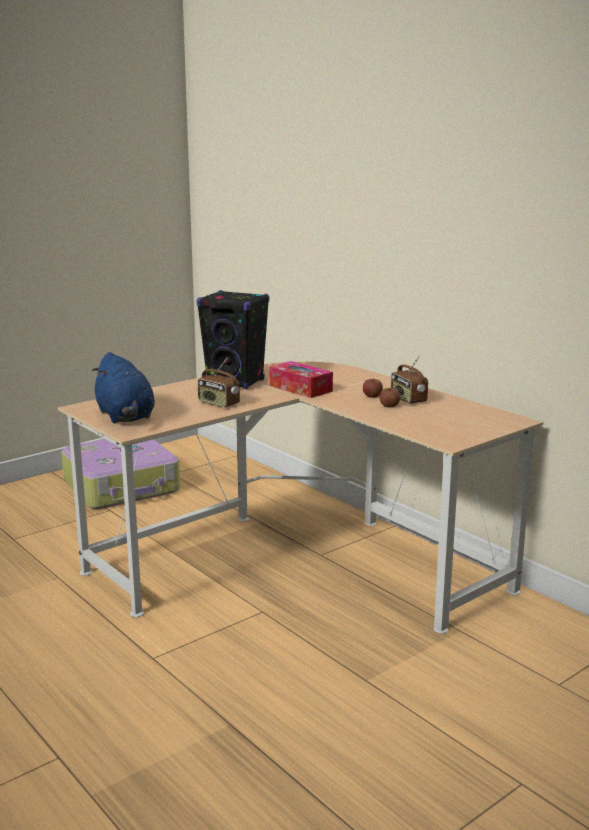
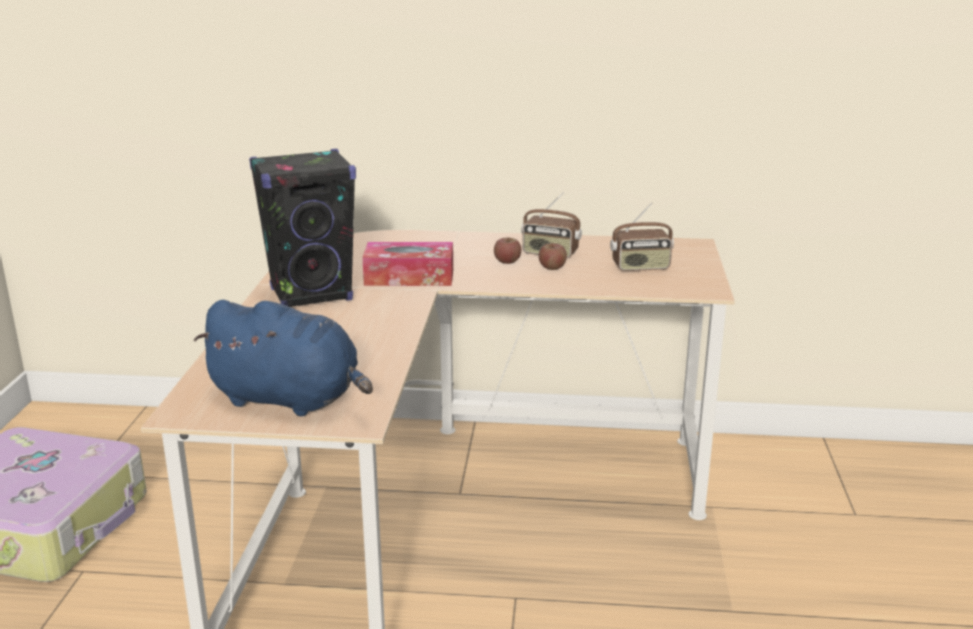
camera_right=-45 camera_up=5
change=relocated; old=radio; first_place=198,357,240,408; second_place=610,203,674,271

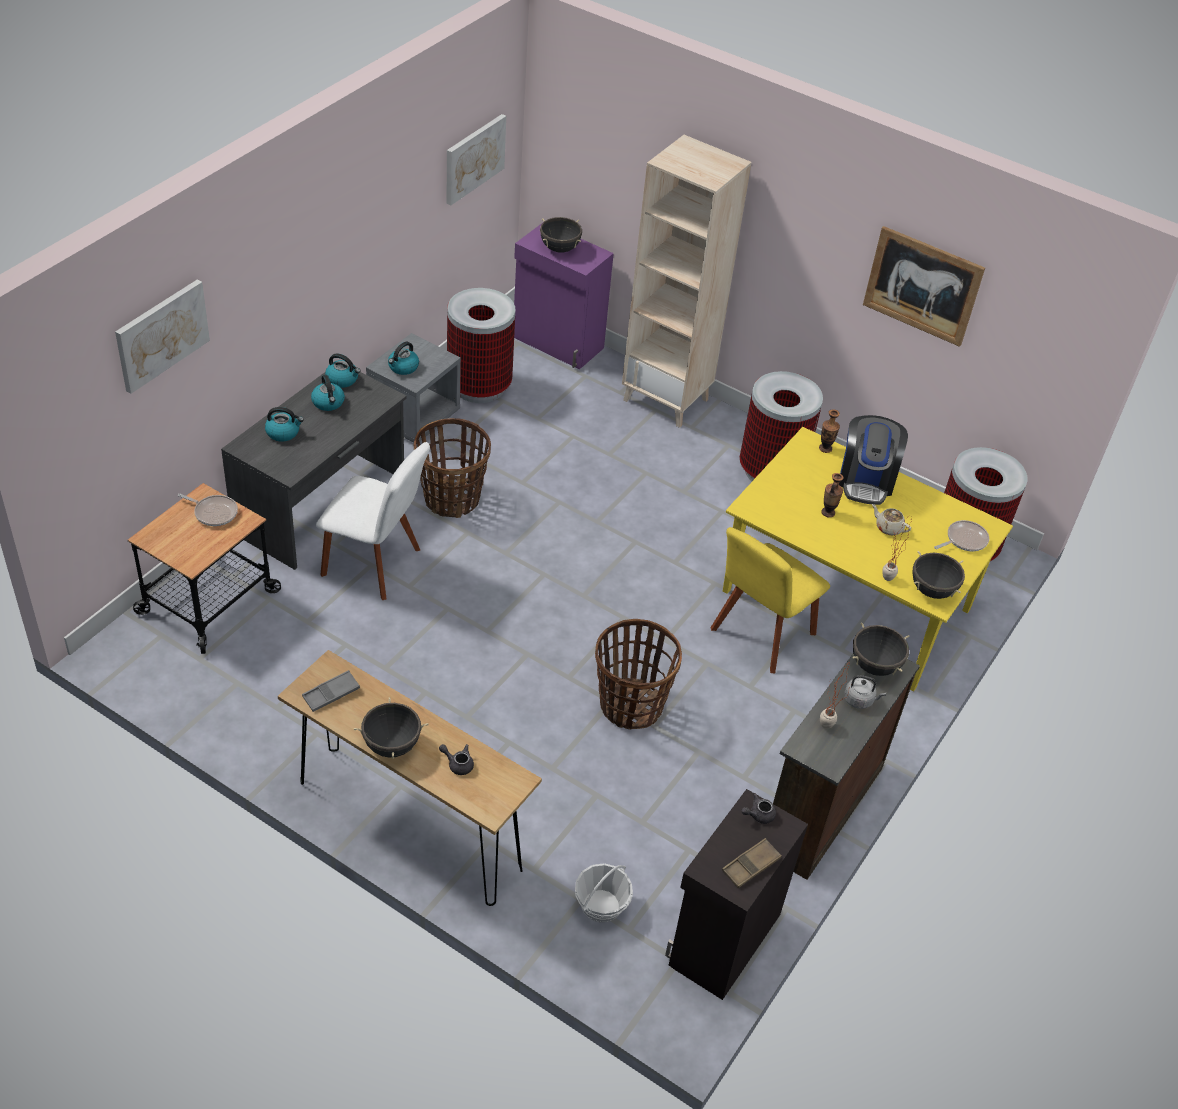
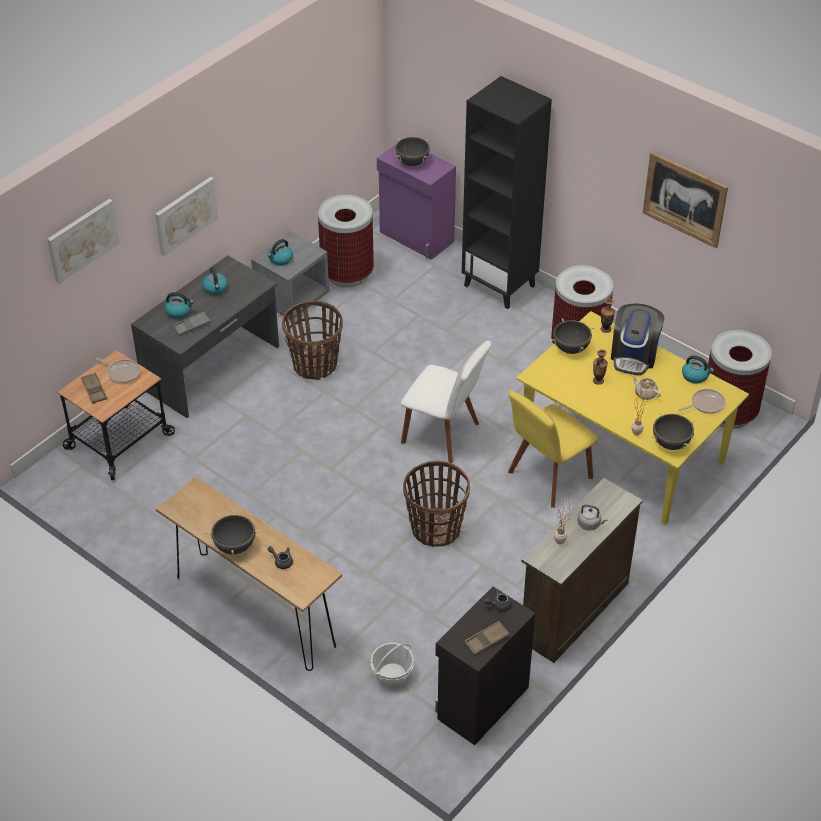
camera_right=10 camera_up=0
change=relocated; old=picture; first_place=446,114,506,205; second_place=155,177,218,256
change=colour; old=beige bookcase; new=black bookcase; first_place=622,135,752,428; second_place=462,76,552,309
change=relocated; old=kettle; first_place=325,353,361,388; second_place=682,355,714,384
change=relocated; old=white chair; first_place=316,442,430,600; second_place=400,340,491,463
change=relocated; old=black cooking pot; first_place=852,622,910,676; second_place=551,319,594,354
change=relocated; old=grey tray; first_place=302,670,360,712; second_place=173,312,210,336
change=appeared; new=brown tray; second_place=81,373,107,404

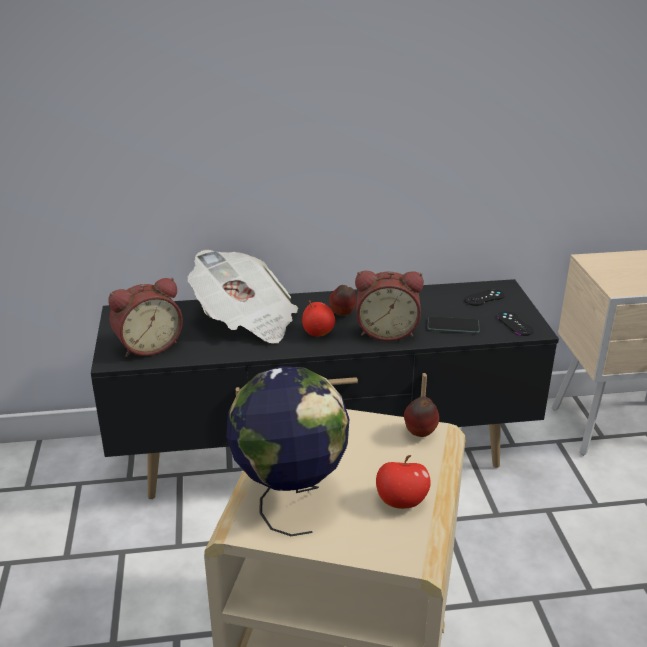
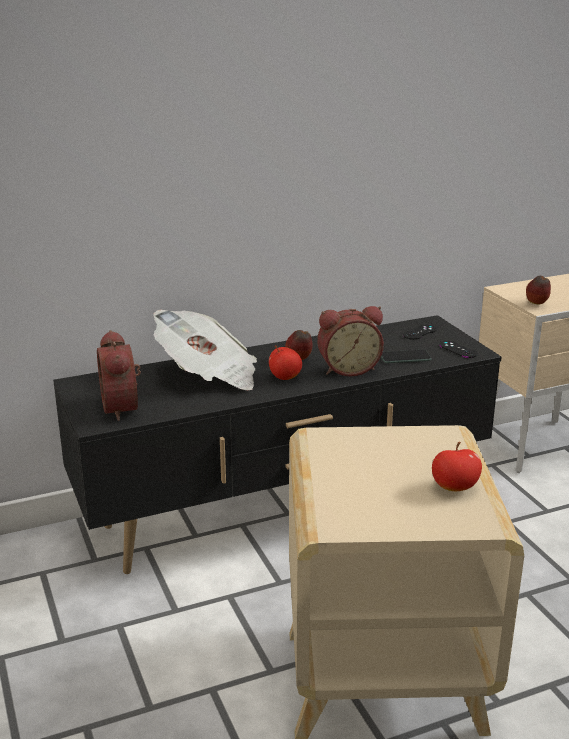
camera_right=-15 camera_up=-5
change=spun; old=alarm clock; first_place=108,278,183,357; second_place=97,330,141,421; degrees=120
change=missing; old=globe; first_place=226,366,349,536
change=relocated; old=apple; first_place=404,396,439,437; second_place=526,276,551,304

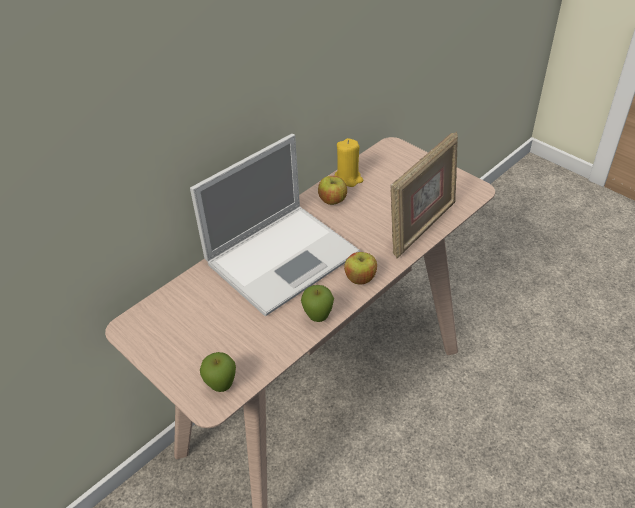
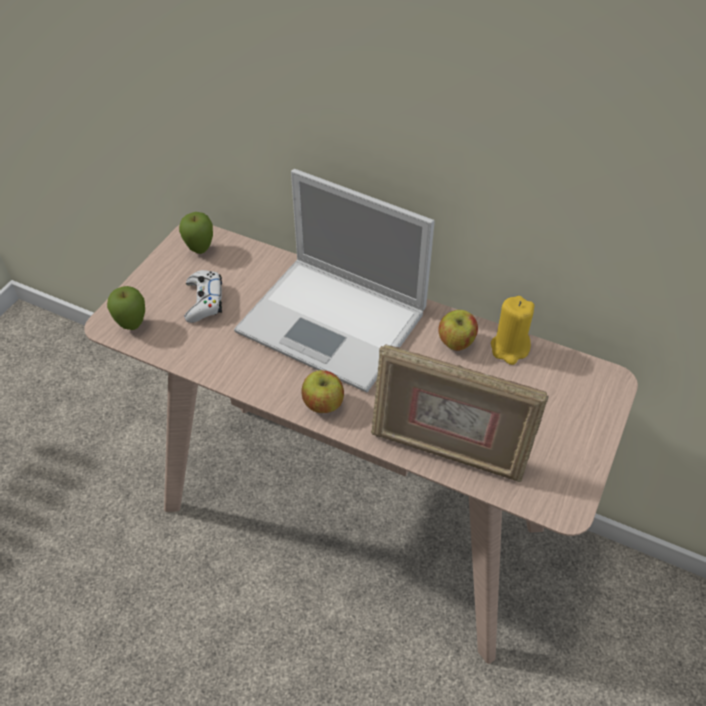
camera_right=70 camera_up=5
change=relocated; old=apple; first_place=301,285,334,322; second_place=179,212,213,254
change=appeared; new=white game controller; second_place=185,270,222,323

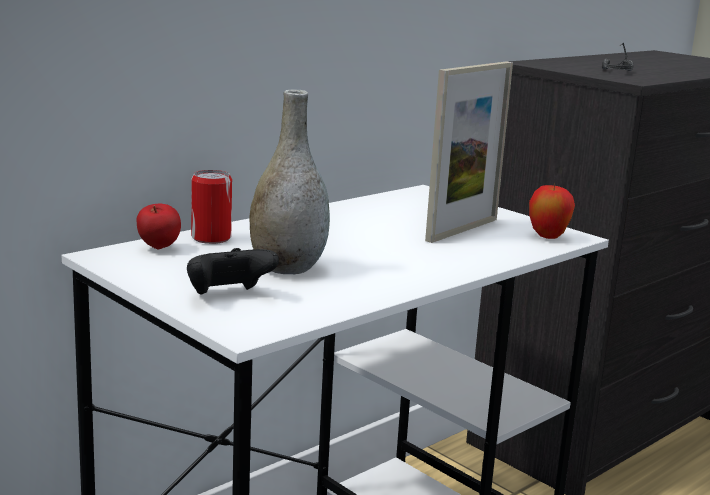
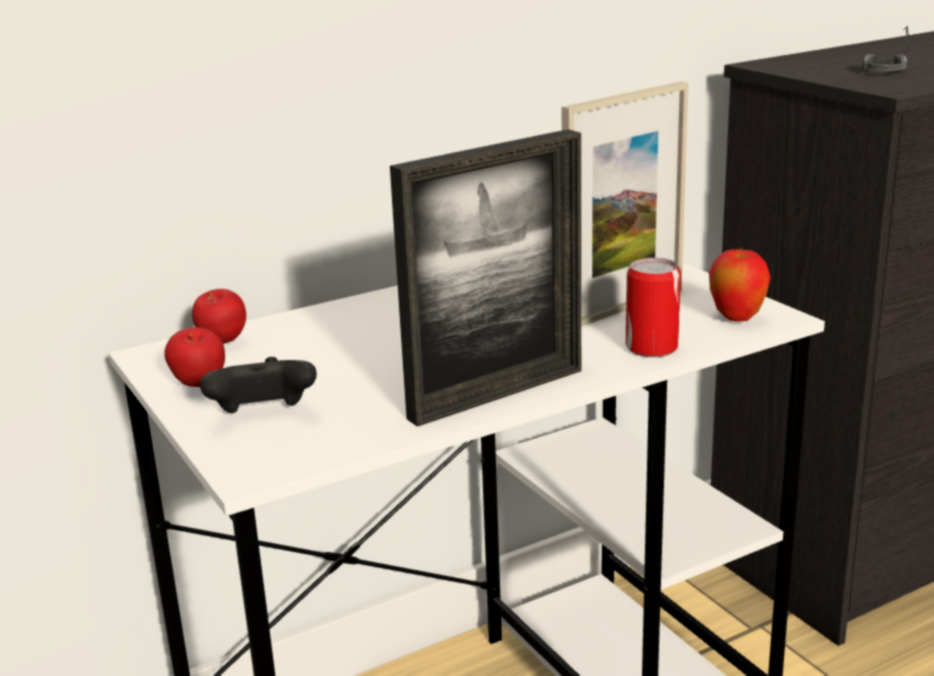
camera_right=15 camera_up=5
change=missing; old=grey vase; first_place=249,90,330,274
change=relocated; old=can; first_place=191,170,232,244; second_place=626,258,681,357
change=appeared; new=picture frame; second_place=390,129,581,427
change=appeared; new=apple; second_place=164,327,225,387

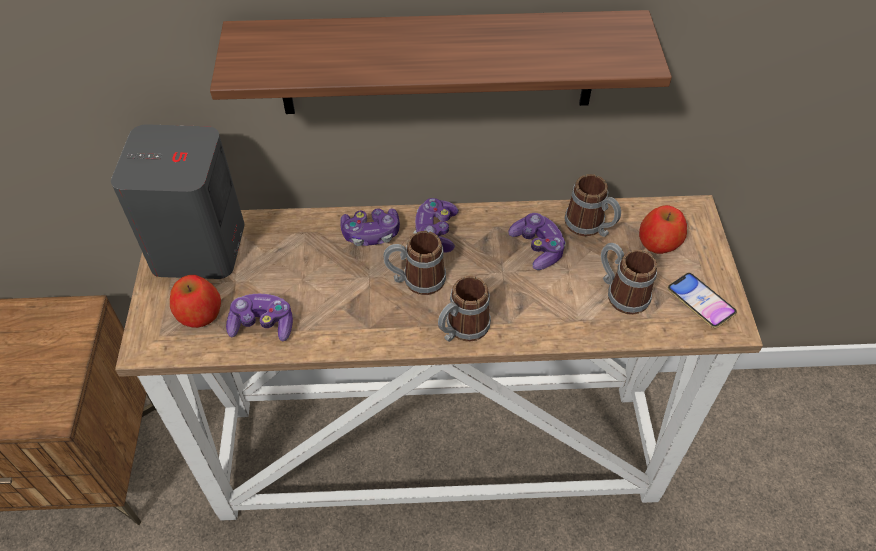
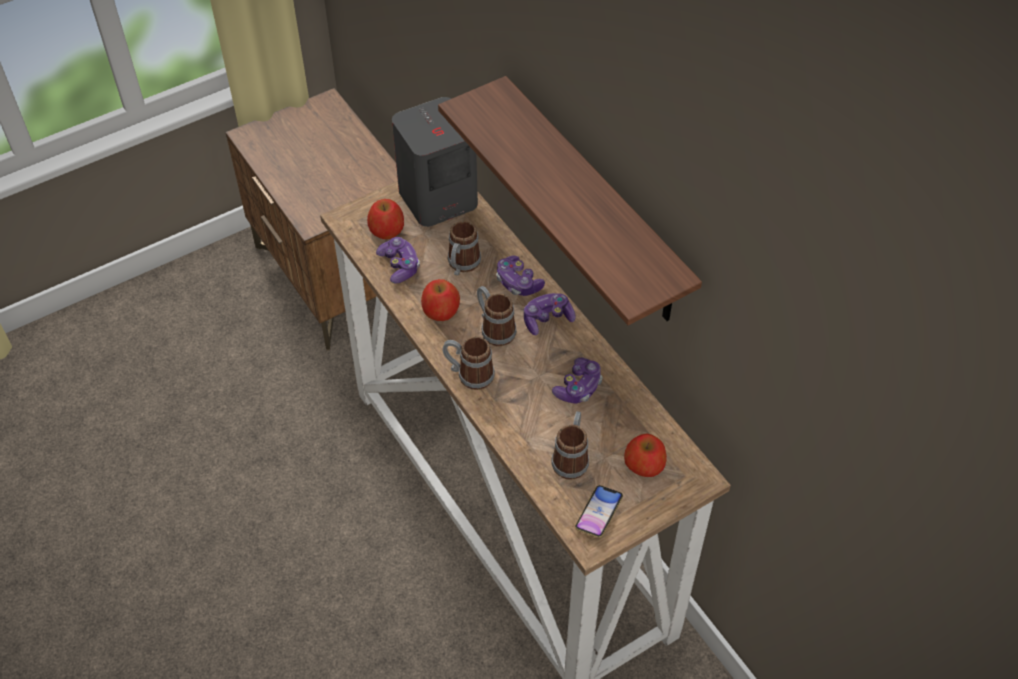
camera_right=60 camera_up=0
change=relocated; old=mug; first_place=564,174,621,237; second_place=448,221,481,276
change=appeared; new=apple; second_place=421,279,460,321

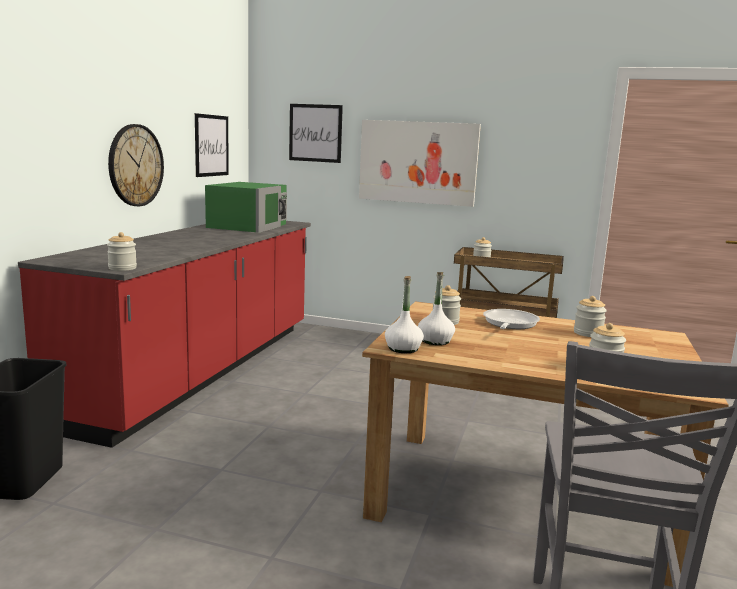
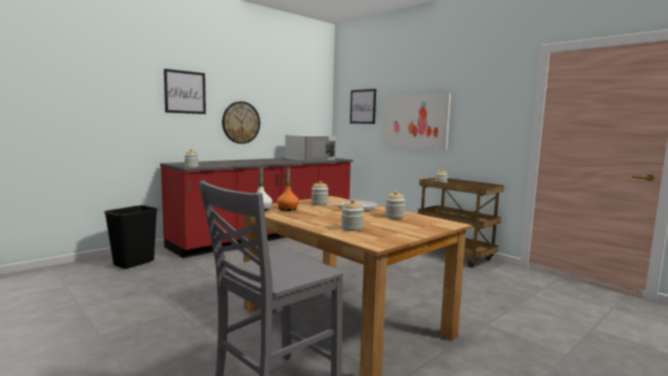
camera_right=30 camera_up=-5
change=relocated; old=picture; first_place=195,113,229,177; second_place=164,69,206,114
change=colour; old=green microwave; new=white microwave; first_place=205,182,287,233; second_place=285,135,336,161
change=colour; old=white bottle; new=orange bottle; first_place=418,272,455,345; second_place=277,167,299,211

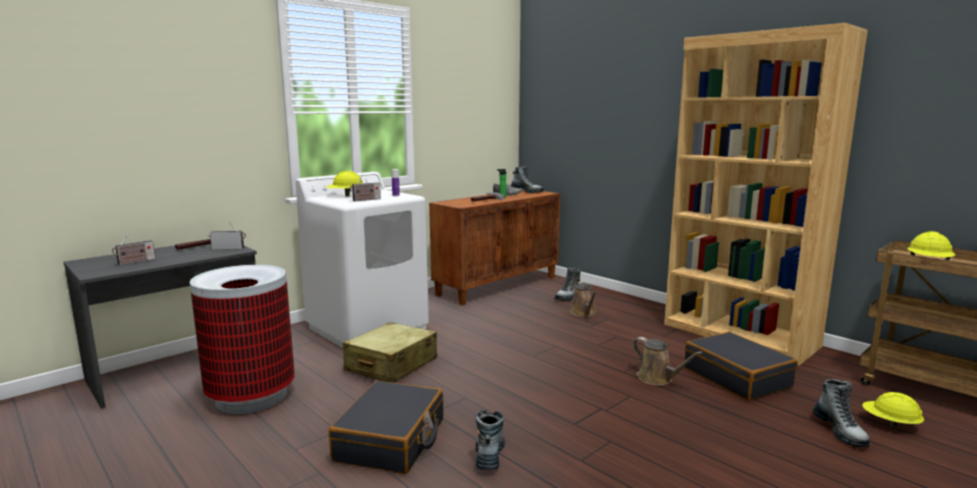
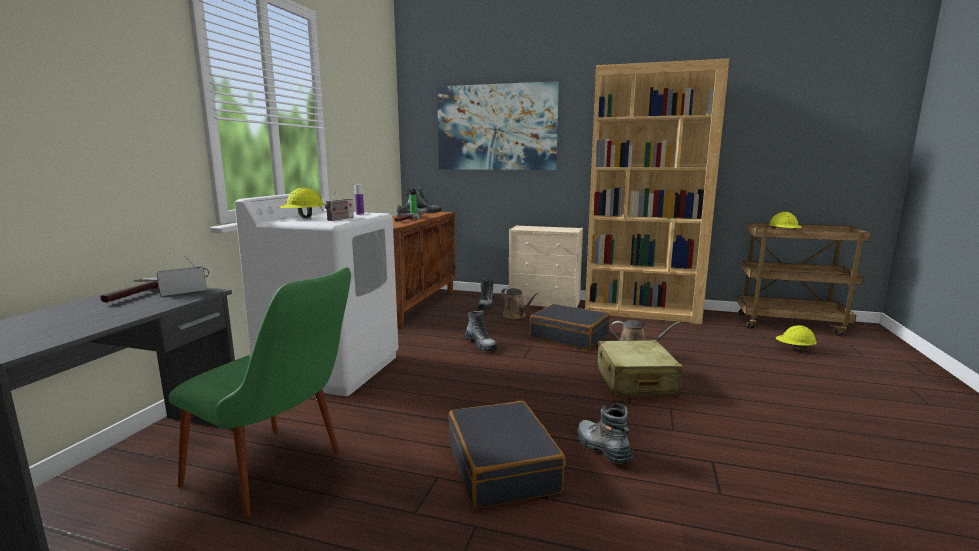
camera_right=-30 camera_up=0
change=missing; old=radio; first_place=112,234,155,265
change=exchanged; old=trash can; new=green chair; first_place=190,265,295,414; second_place=168,267,351,518
change=relocated; old=beige suitcase; first_place=343,322,437,383; second_place=597,340,683,397
change=relocated; old=black suitcase; first_place=684,332,798,400; second_place=530,304,610,350
change=relocated; old=boot; first_place=813,379,870,447; second_place=465,311,498,351
change=appeared; new=picture; second_place=437,81,559,170
change=appeared; new=beige dresser; second_place=509,225,583,308

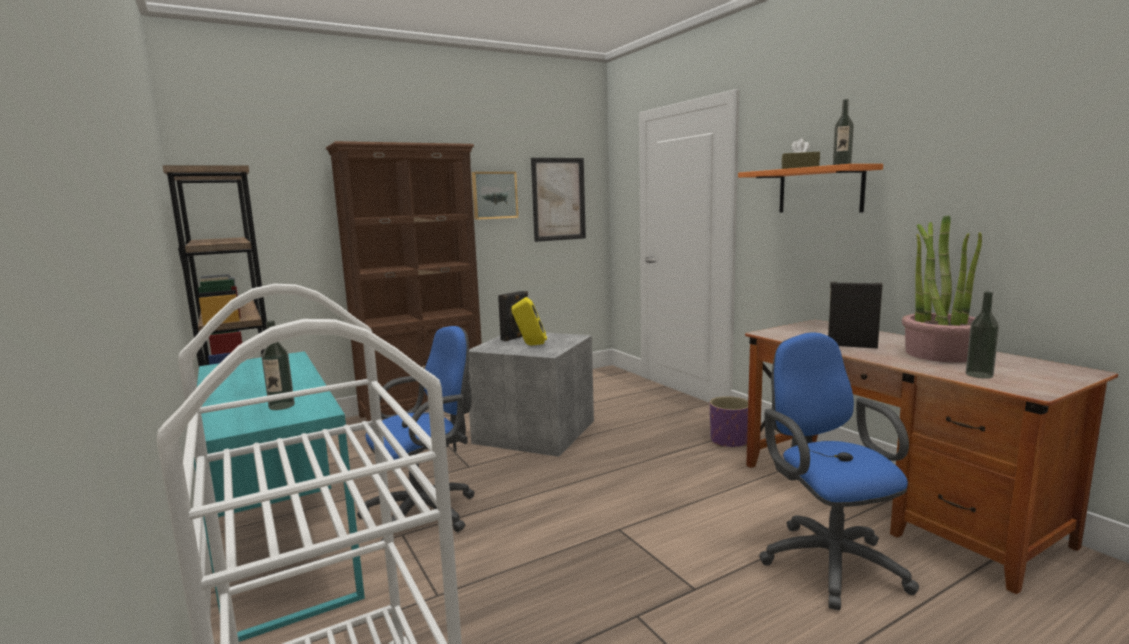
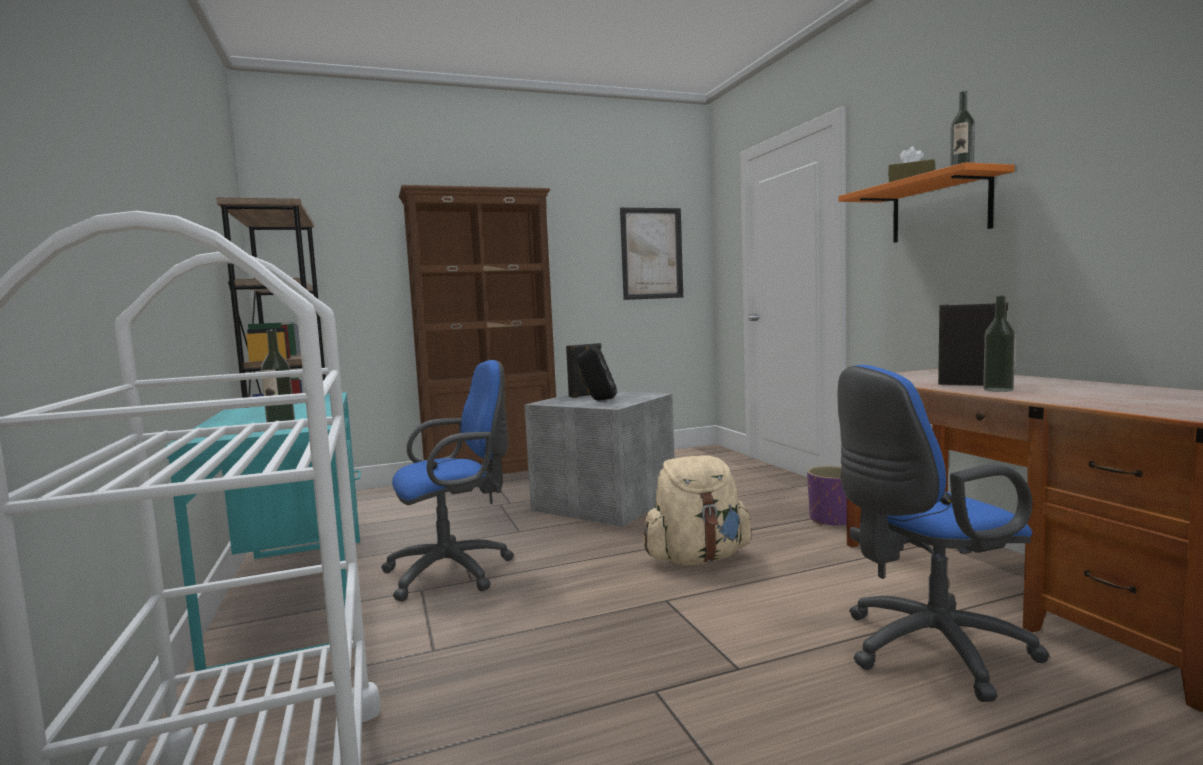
camera_right=10 camera_up=-5
change=missing; old=picture; first_place=471,172,518,220
change=missing; old=potted plant; first_place=902,215,982,363
change=relocated; old=bottle; first_place=966,292,999,379; second_place=983,295,1015,392
change=colour; old=yellow speaker; new=black speaker; first_place=511,297,547,345; second_place=577,346,617,401
change=spun; old=blue office chair; first_place=759,332,919,610; second_place=838,365,1050,702; degrees=-105
change=appeared; new=beige backpack; second_place=643,455,751,565

